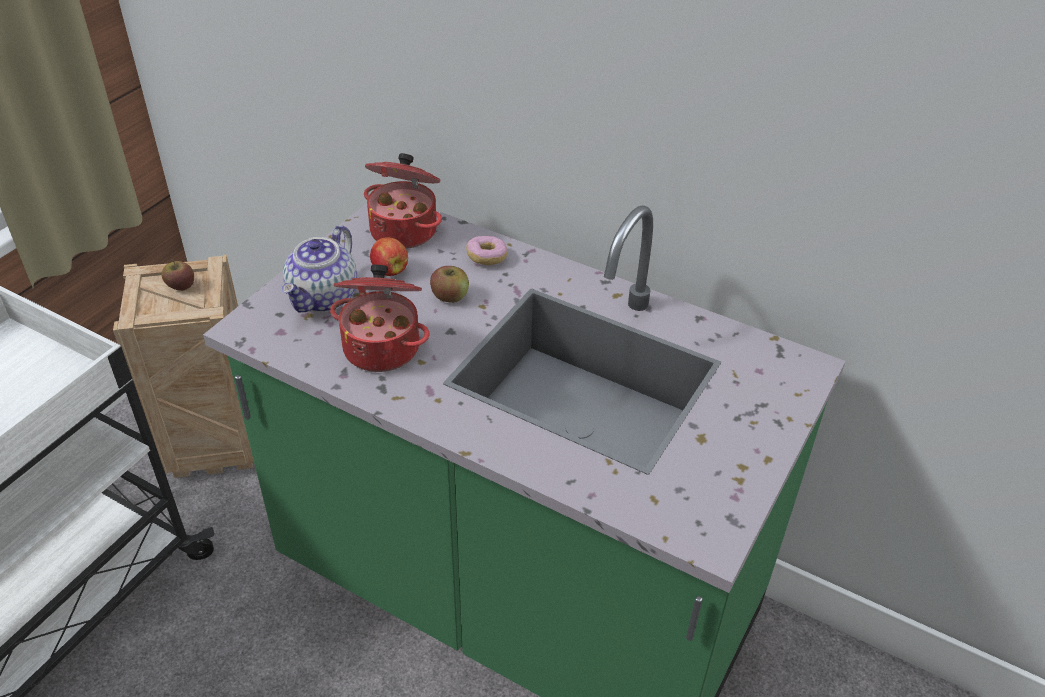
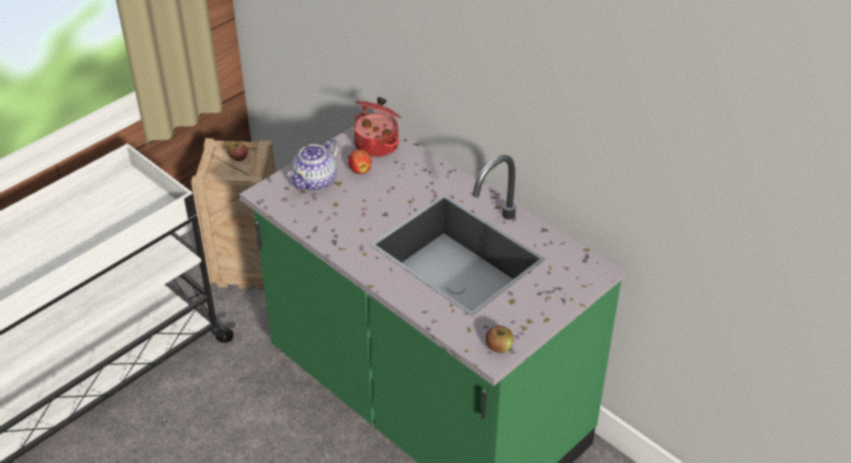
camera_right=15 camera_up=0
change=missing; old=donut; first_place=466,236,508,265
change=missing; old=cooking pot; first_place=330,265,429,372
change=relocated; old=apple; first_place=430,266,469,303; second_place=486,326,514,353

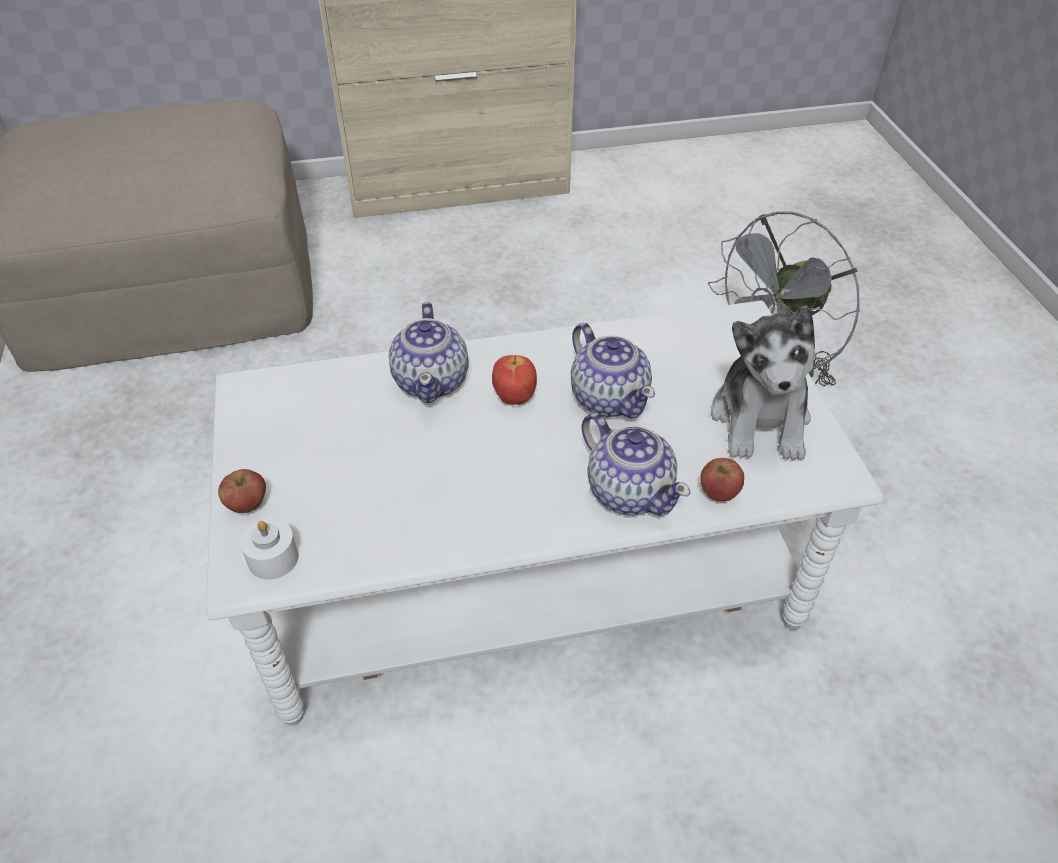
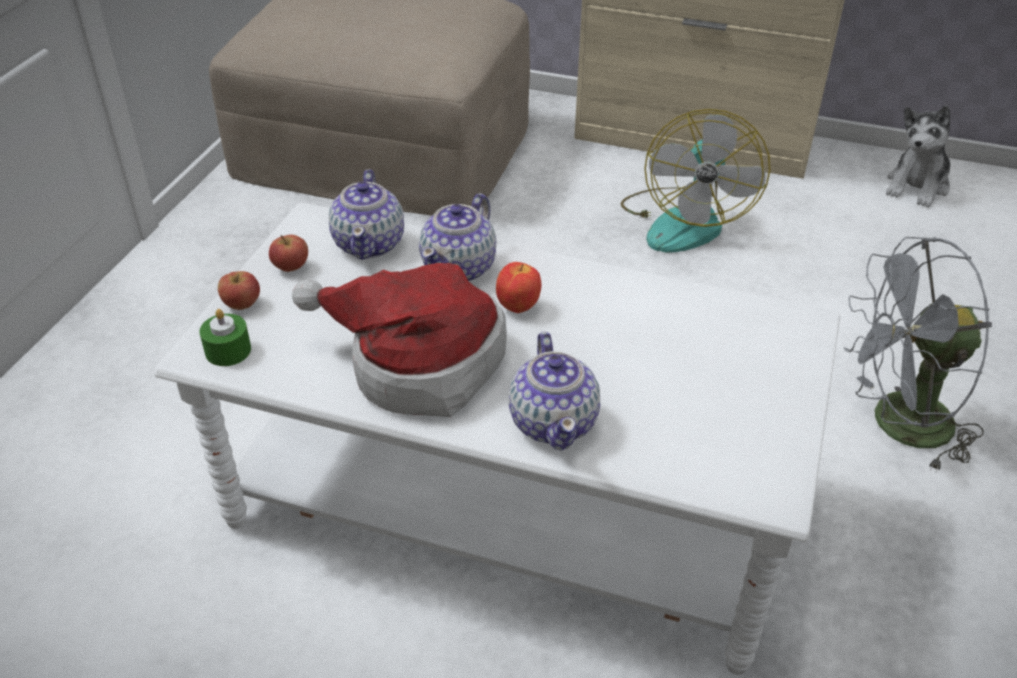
camera_right=30 camera_up=-5
change=relocated; old=plush toy; first_place=711,306,815,461; second_place=886,105,950,208
change=relocated; old=teapot; first_place=571,323,655,418; second_place=329,169,404,260
change=relocated; old=apple; first_place=700,458,744,501; second_place=269,235,308,272
change=colour; old=white candle; new=green candle; first_place=240,519,299,580; second_place=199,309,251,366
change=appeared; new=fan; second_place=621,109,770,253
change=appeared; new=hat; second_place=292,263,506,417

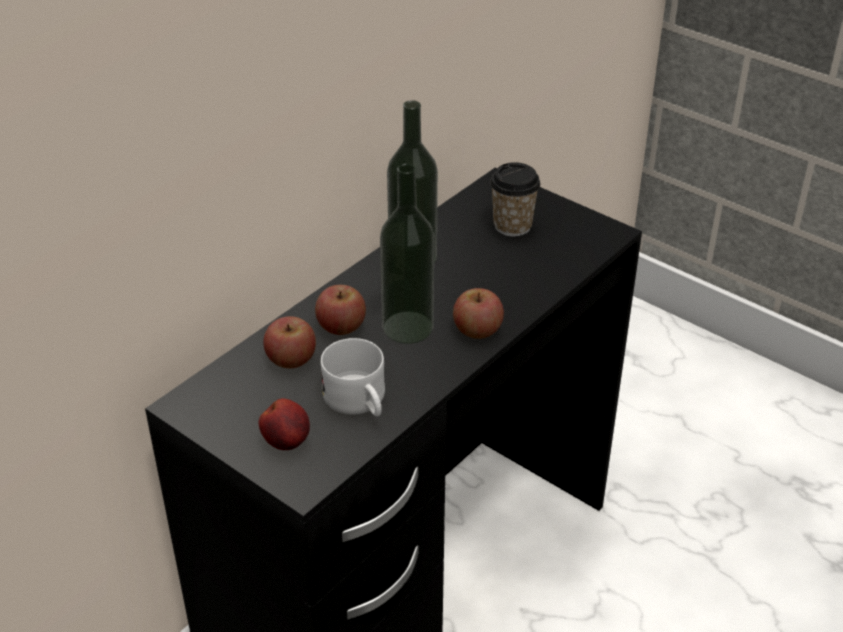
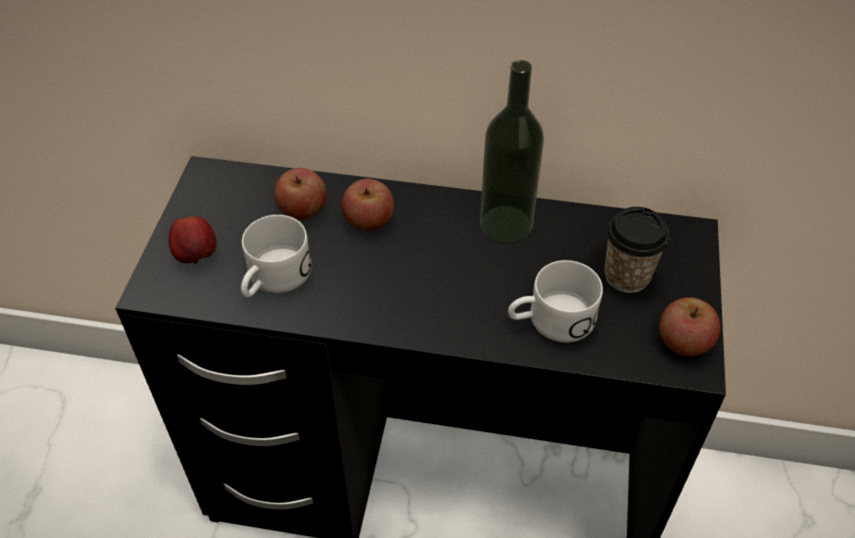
camera_right=60 camera_up=10
change=missing; old=bottle; first_place=380,163,434,344
change=relocated; old=apple; first_place=453,288,504,339; second_place=659,297,720,356
change=appeared; new=white mug; second_place=508,260,603,343

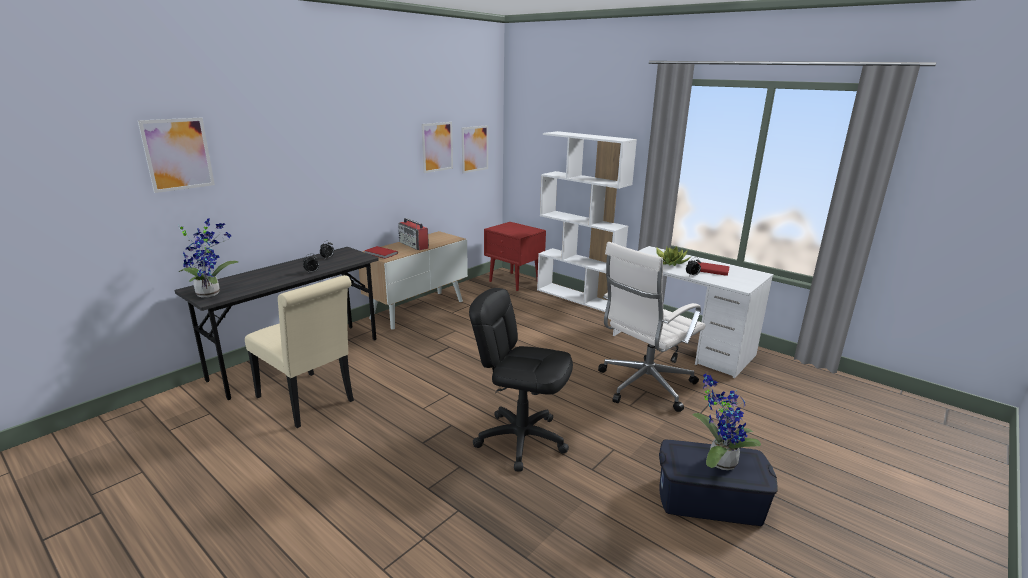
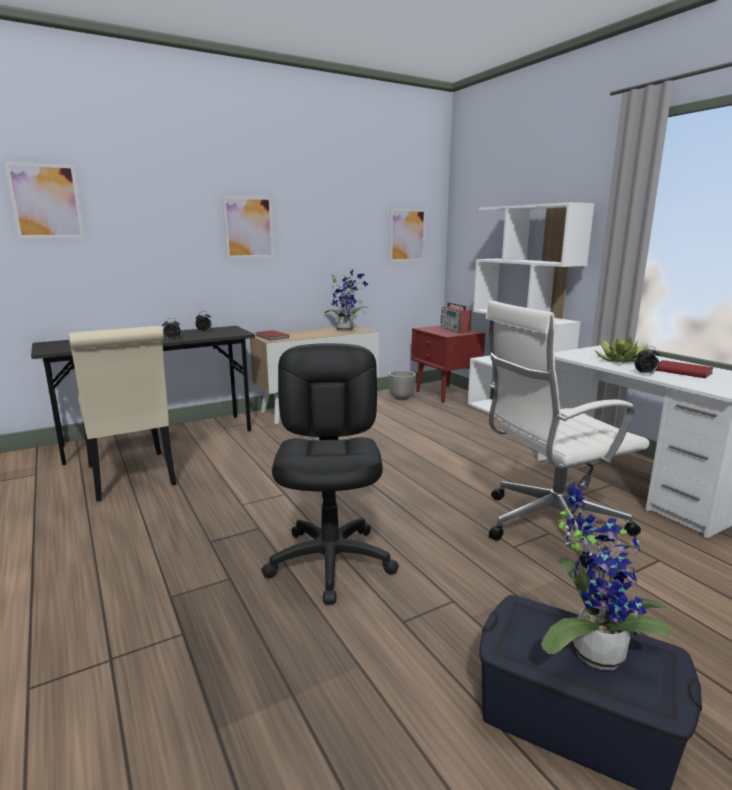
camera_right=20 camera_up=-5
change=relocated; old=picture; first_place=421,122,453,173; second_place=222,196,274,259
change=relocated; old=potted plant; first_place=178,218,238,297; second_place=325,269,369,332
change=relocated; old=radio; first_place=398,218,429,250; second_place=440,302,471,333
change=spun; old=black office chair; first_place=469,288,573,471; second_place=262,343,399,605; degrees=45
change=appeared; new=planter; second_place=388,371,416,400

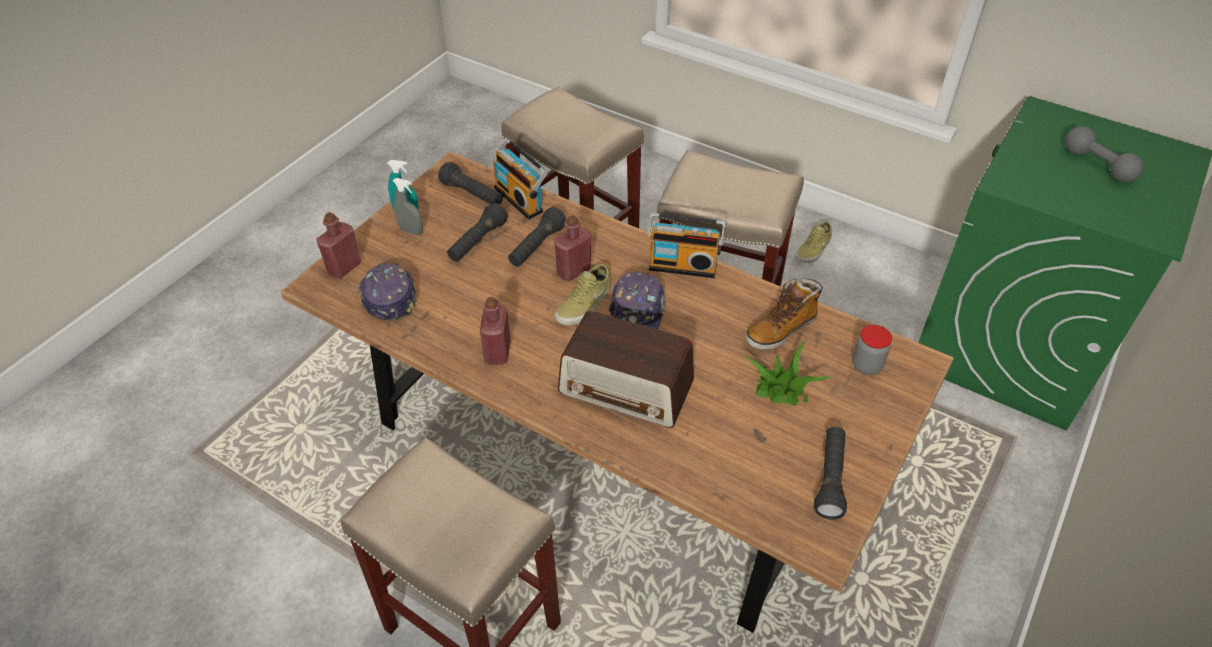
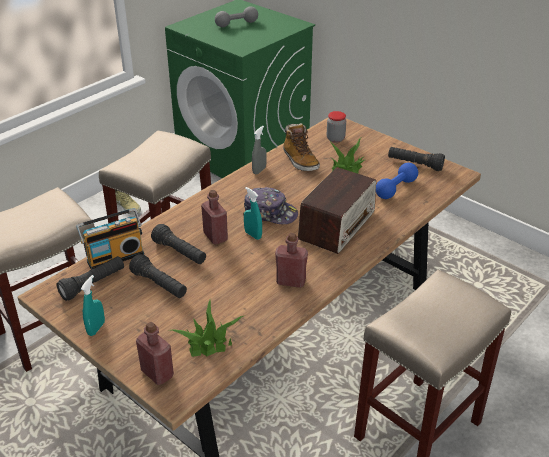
camera_right=-80 camera_up=-10
change=relocated; old=grey spray bottle; first_place=393,178,423,235; second_place=252,126,267,175
change=missing; old=radio; first_place=647,213,725,278
change=exchanged; old=cap; new=potted plant; first_place=359,263,416,320; second_place=170,300,246,357
change=exchanged; old=beige shoe; new=turquoise spray bottle; first_place=555,264,611,325; second_place=244,187,262,240
change=appeared; new=blue dumbbell; second_place=376,163,418,199

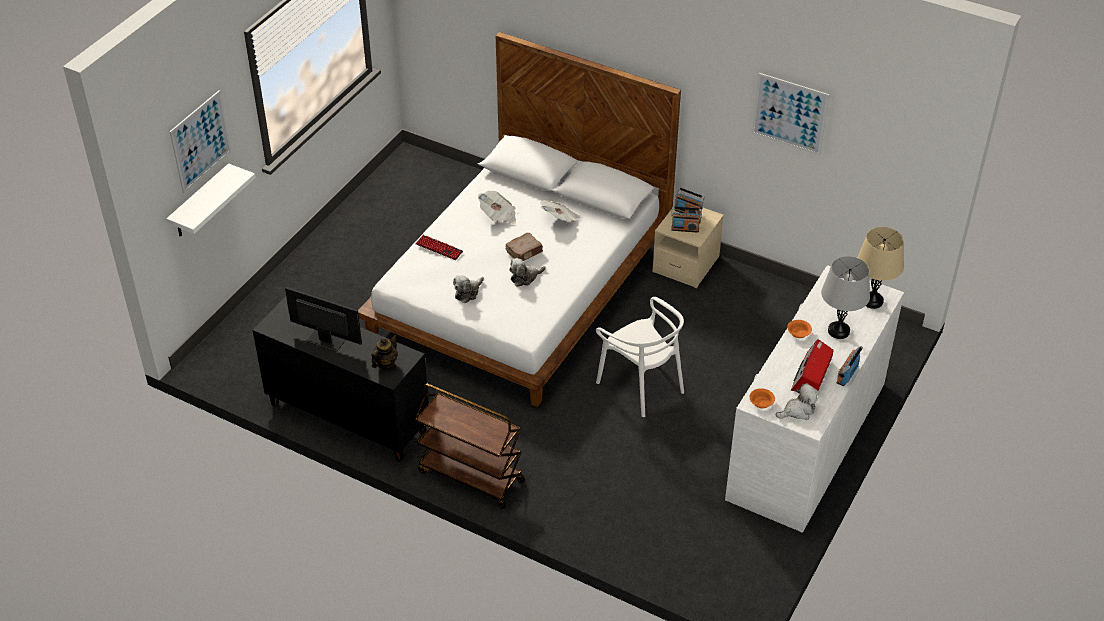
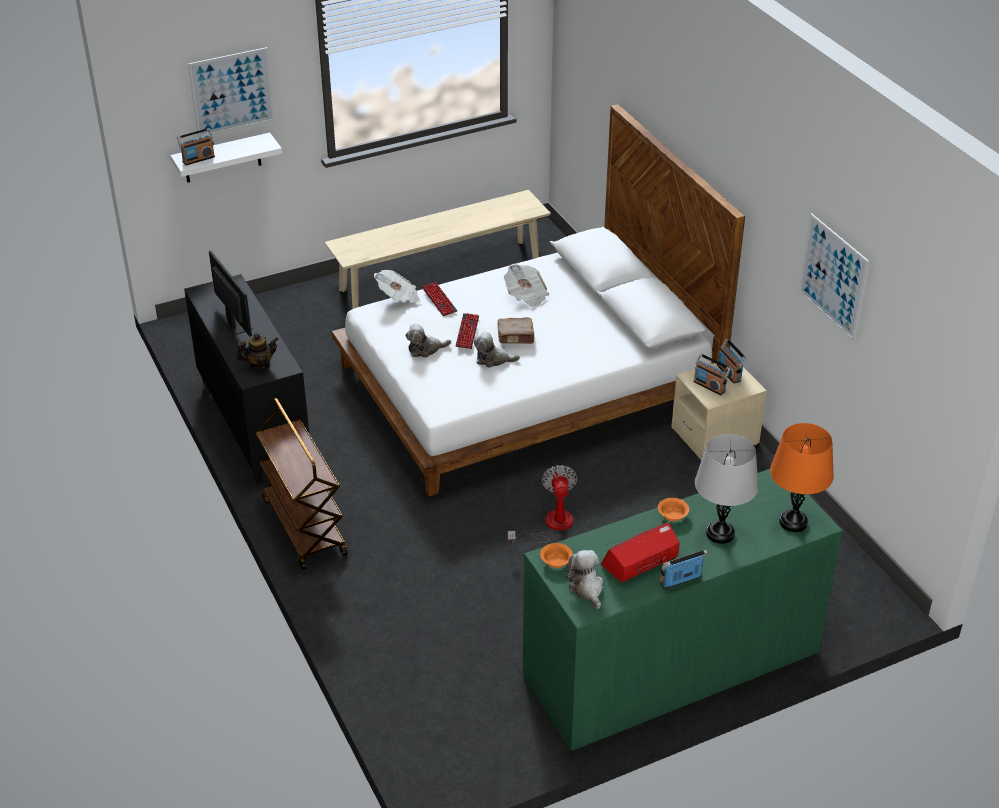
camera_right=35 camera_up=-5
change=relocated; old=newspaper; first_place=540,200,580,222; second_place=374,270,420,303
change=colour; old=beige table lamp; new=orange table lamp; first_place=857,227,904,309; second_place=770,423,834,532
change=colour; old=white dresser; new=green dresser; first_place=725,265,904,533; second_place=523,469,843,751
change=exchanged; old=white chair; new=fan; first_place=596,297,684,417; second_place=508,465,578,545
change=spun; old=plush toy; first_place=776,383,819,420; second_place=565,550,603,609; degrees=-120
change=appeared; new=radio; second_place=177,128,215,166
change=appeared; new=beige bench; second_place=325,190,551,309
change=appeared; new=keyboard; second_place=455,313,479,349

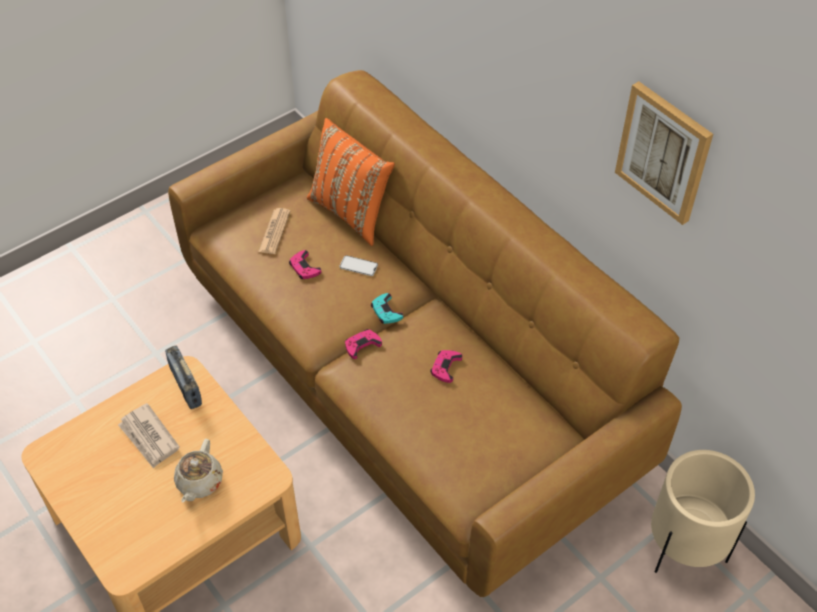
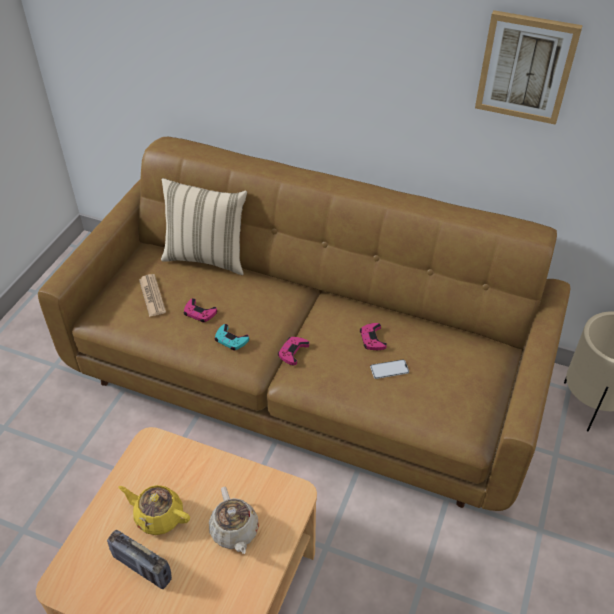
camera_right=-30 camera_up=-5
change=colour; old=orange pillow; new=beige pillow; first_place=307,118,395,246; second_place=161,178,247,275
change=relocated; old=phone; first_place=339,255,378,276; second_place=370,359,409,379
change=relocated; old=turquoise game controller; first_place=371,293,403,324; second_place=214,324,249,350
change=relocated; old=radio; first_place=165,346,202,409; second_place=107,530,172,589
change=exchanged; old=newspaper; new=yellow teapot; first_place=118,403,180,469; second_place=118,485,190,535

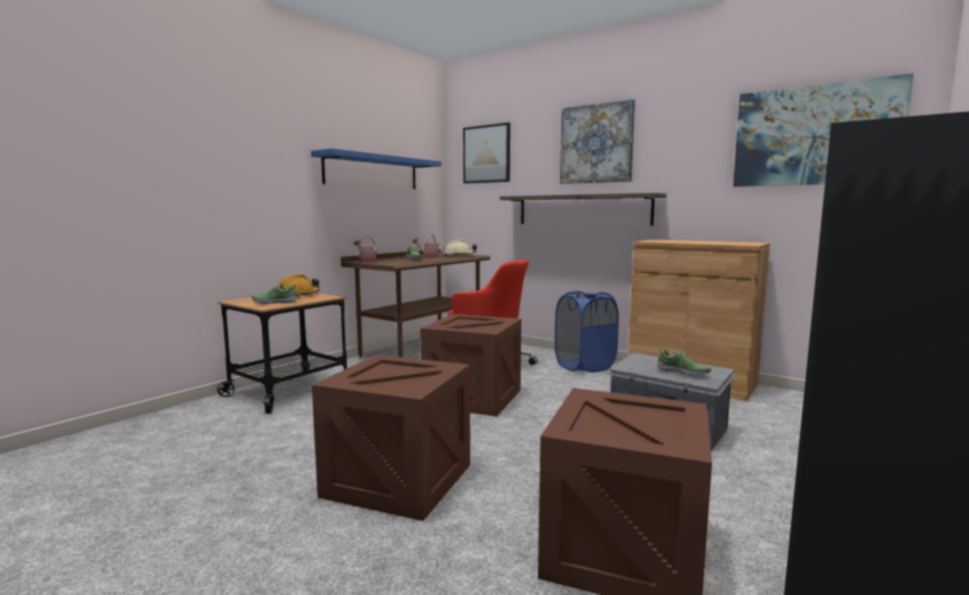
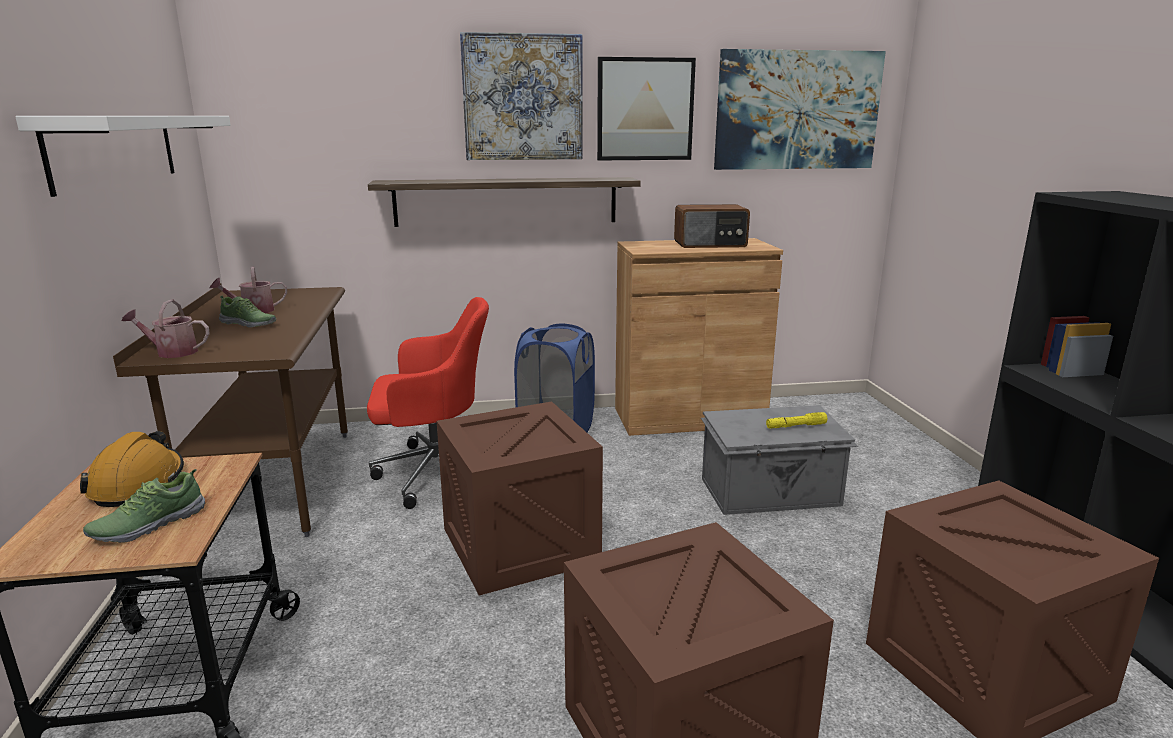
camera_right=-45 camera_up=10
change=relocated; old=picture; first_place=463,122,510,184; second_place=597,57,696,161
change=colour; old=blue shelf; new=white shelf; first_place=311,148,441,189; second_place=15,116,231,197
change=missing; old=beige hard hat; first_place=443,239,477,256
change=exchanged; old=shoe; new=yellow flashlight; first_place=657,348,712,376; second_place=766,412,827,429
change=appeared; new=radio; second_place=674,204,750,248

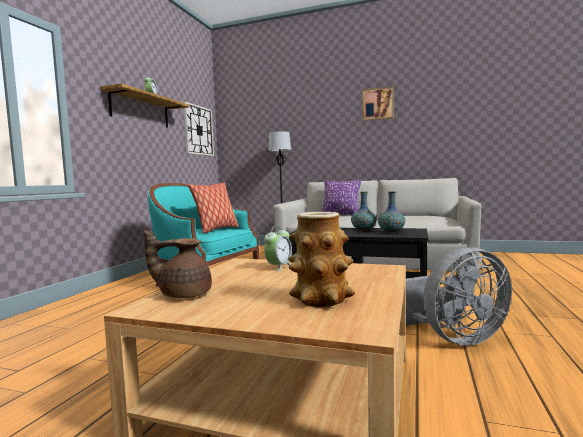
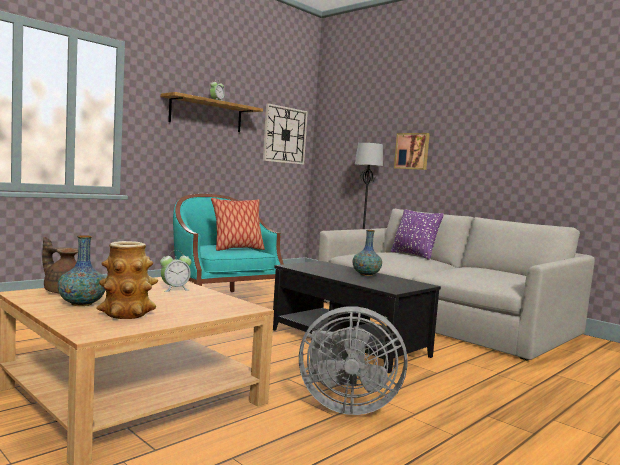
camera_right=25 camera_up=0
change=relocated; old=picture; first_place=362,87,393,121; second_place=394,133,430,170
change=relocated; old=vase; first_place=378,192,405,233; second_place=57,235,105,306

